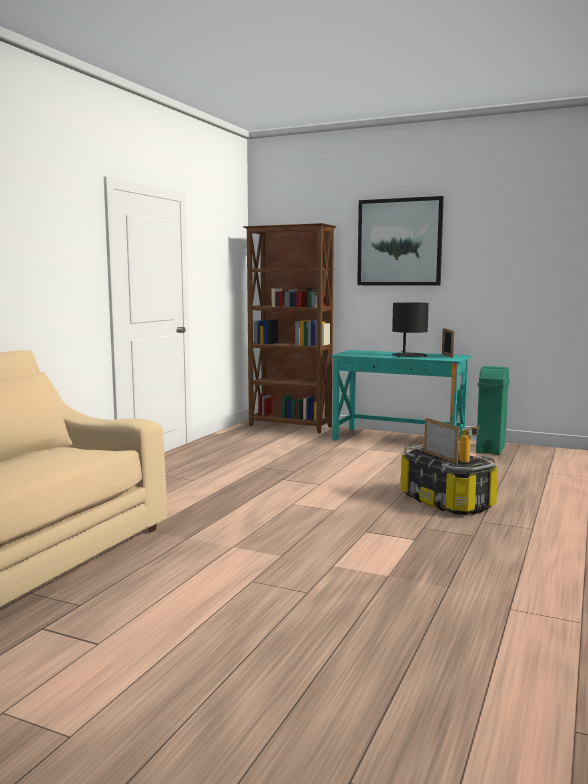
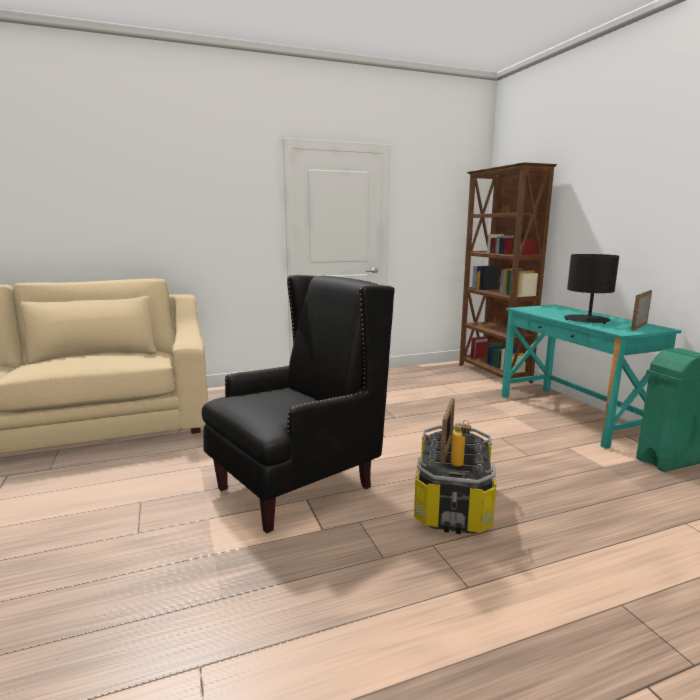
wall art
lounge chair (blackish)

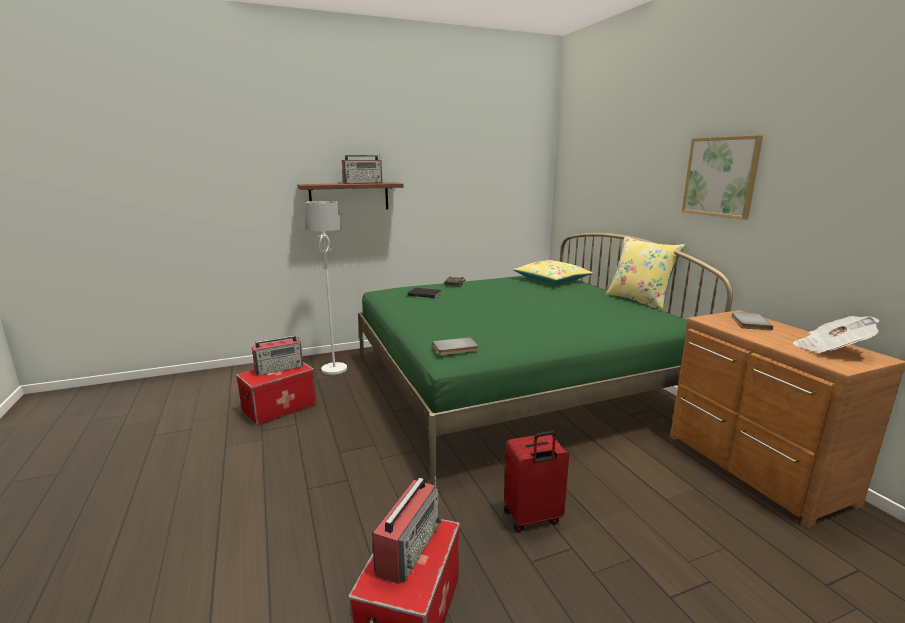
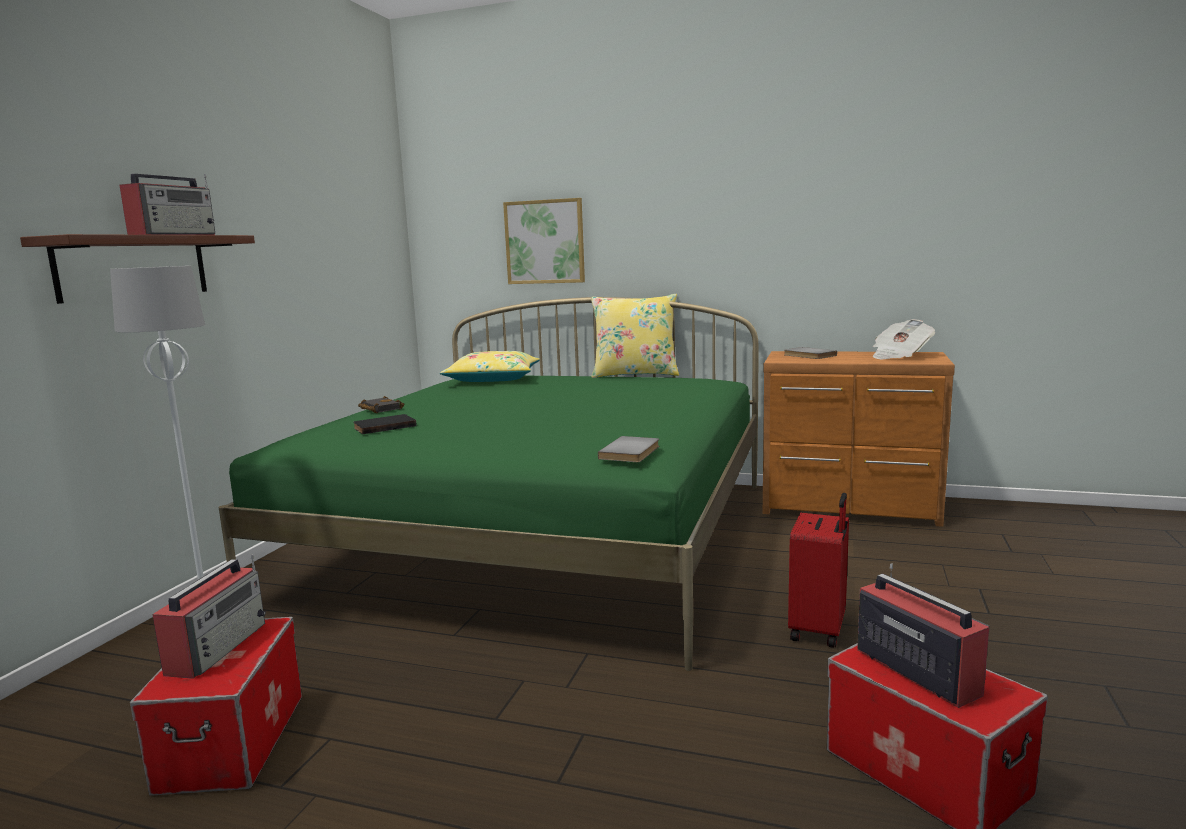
wall art

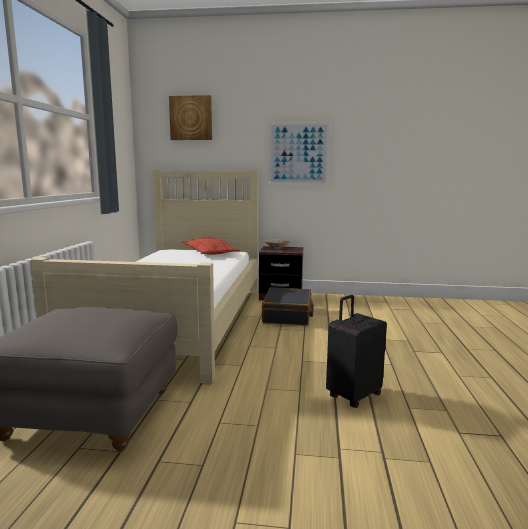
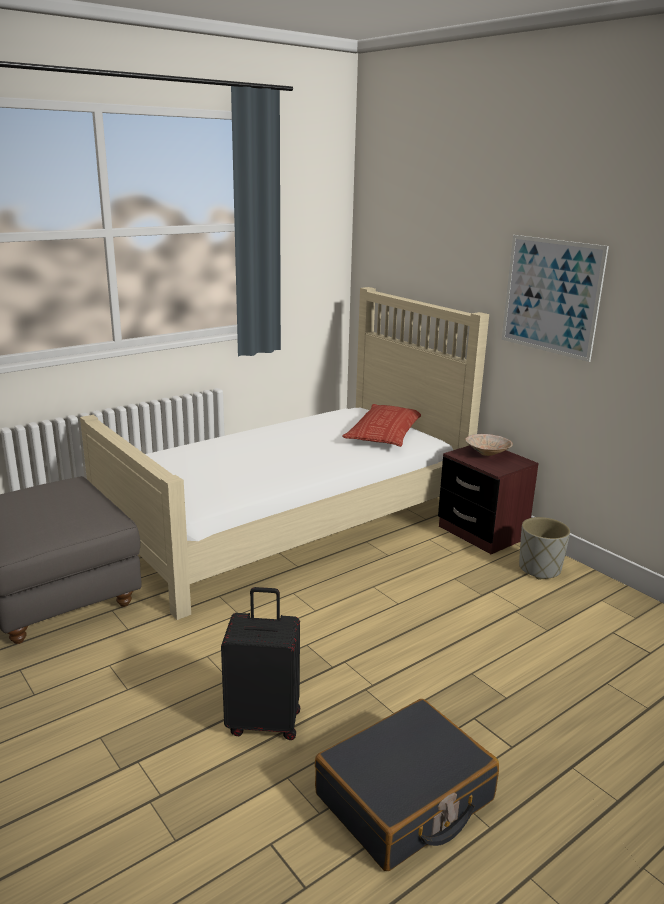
wall art (1st from left in the first image)
travel case (blackish) (2nd from left)
flower pot (grey)

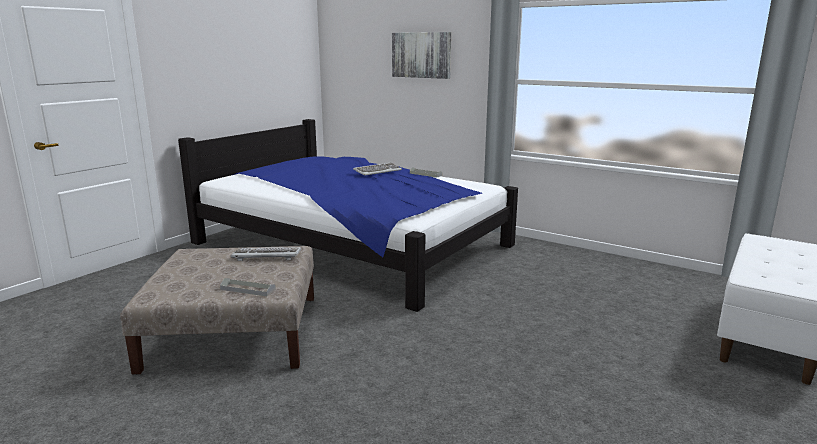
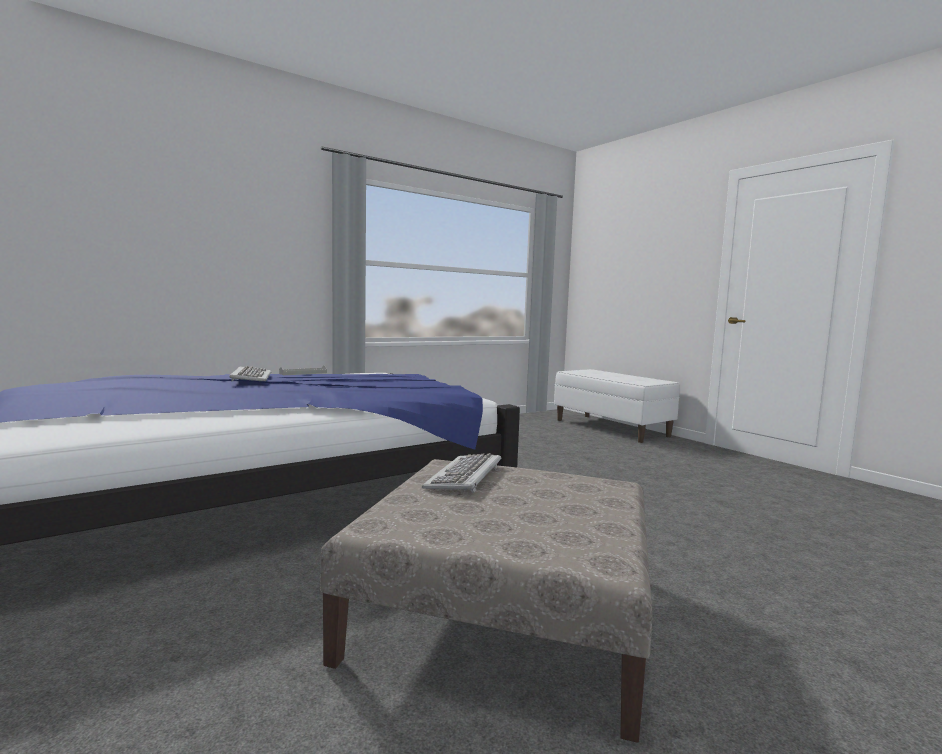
serving tray (grey) (1st from left in the first image)
wall art

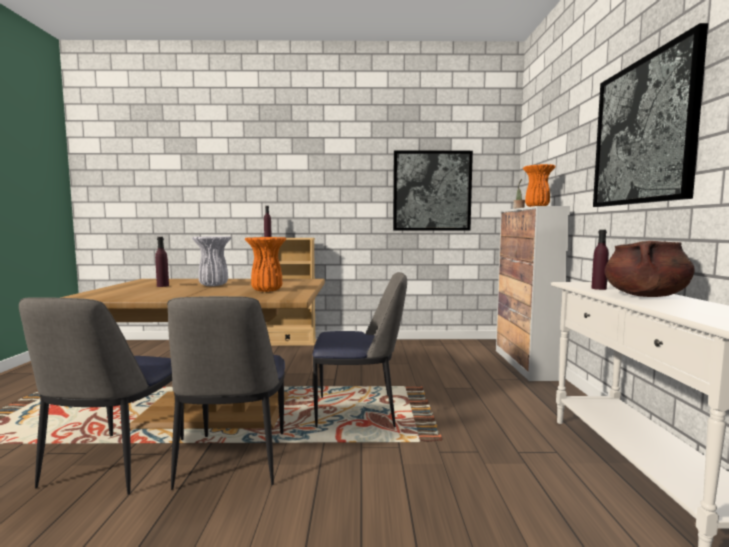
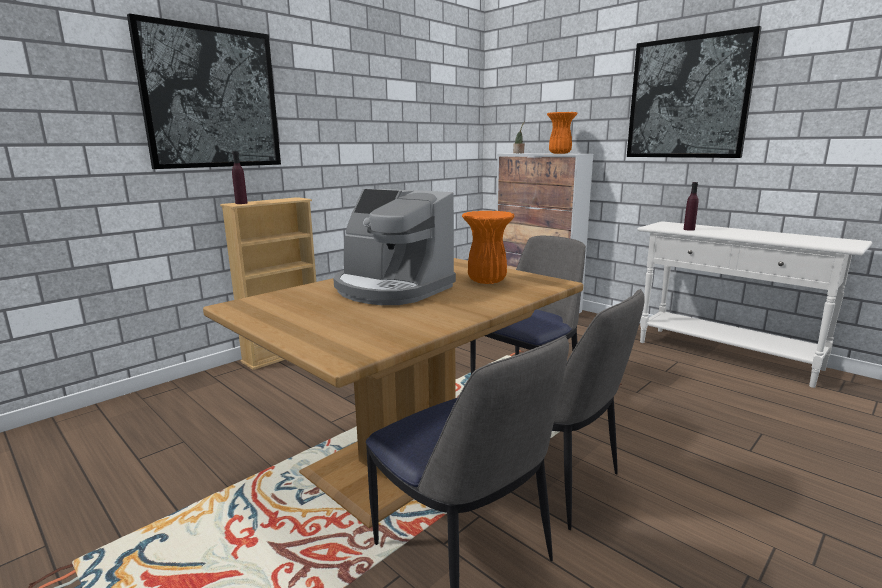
bottle (purple-coloured) (1st from left in the first image)
coffee machine
wall art (1st from left)
saucepot (brown-coloured)

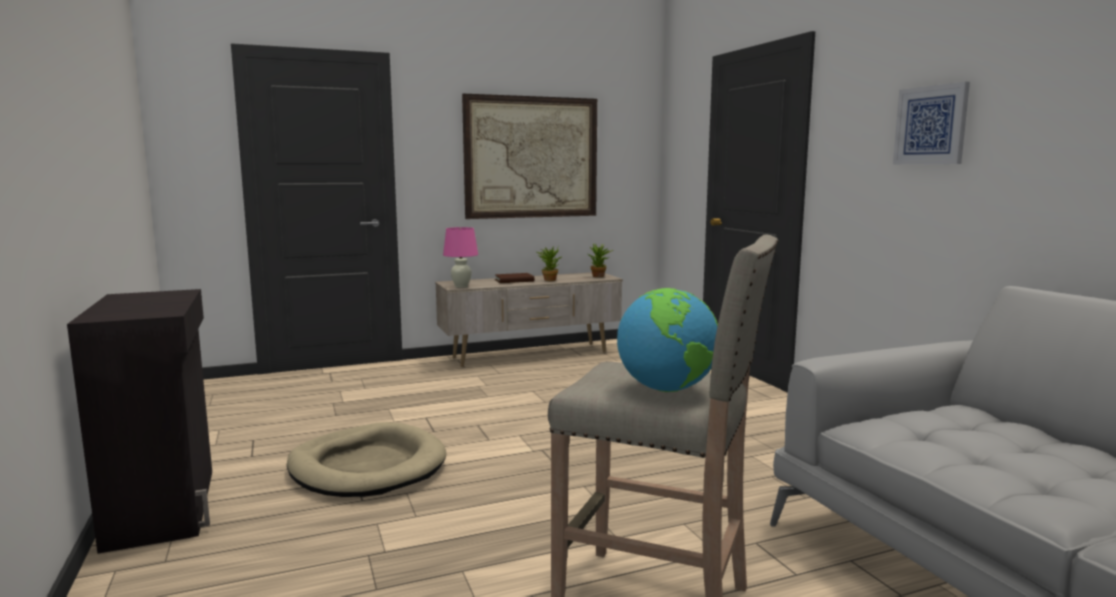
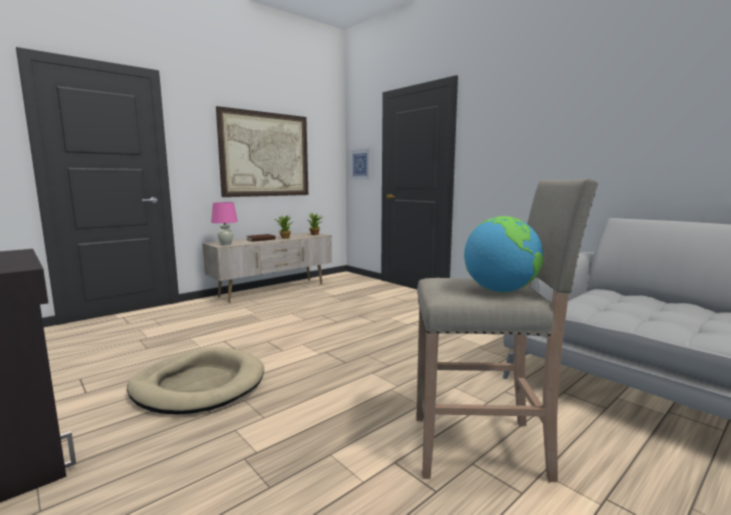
wall art (2nd from left)

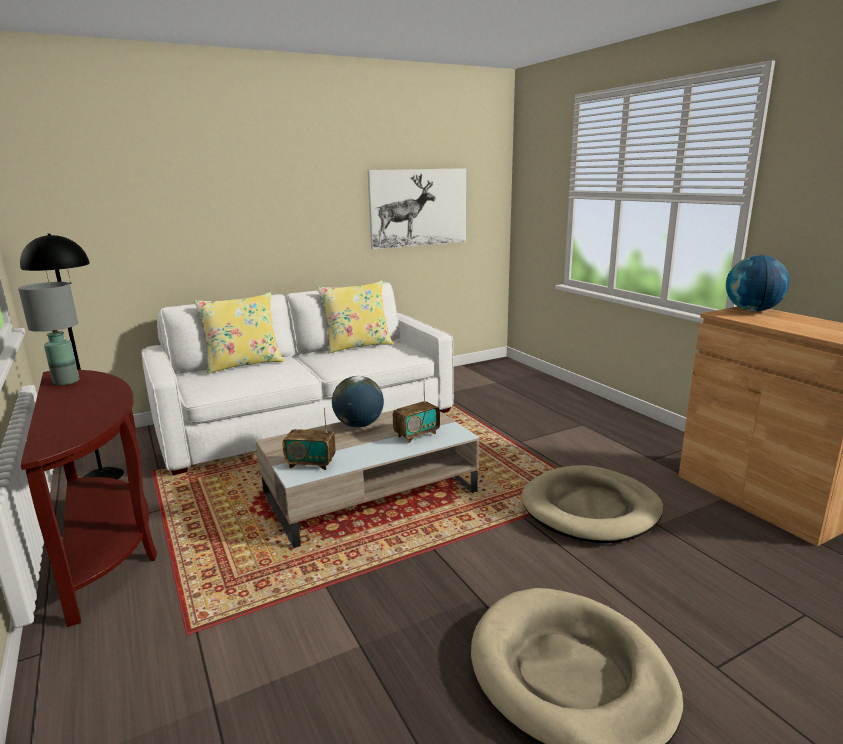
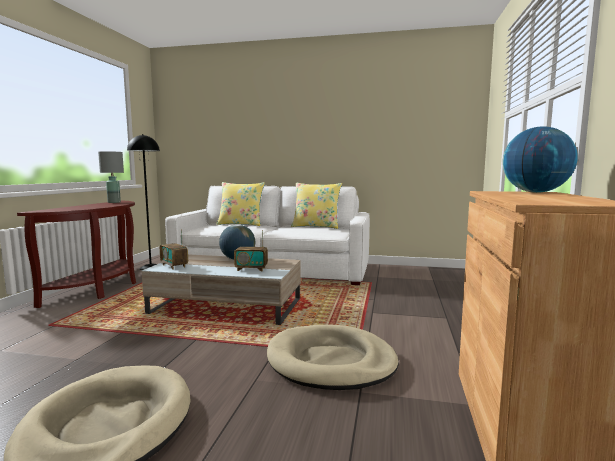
wall art

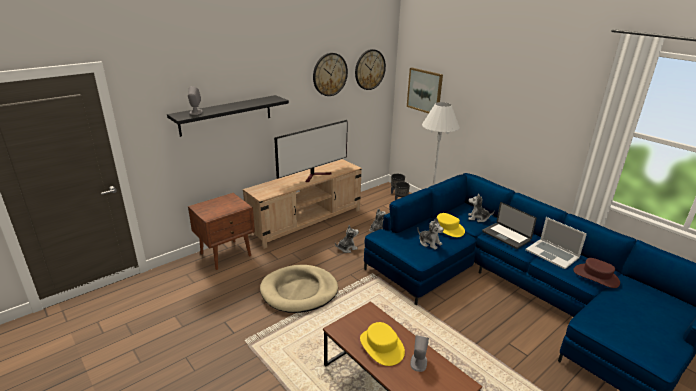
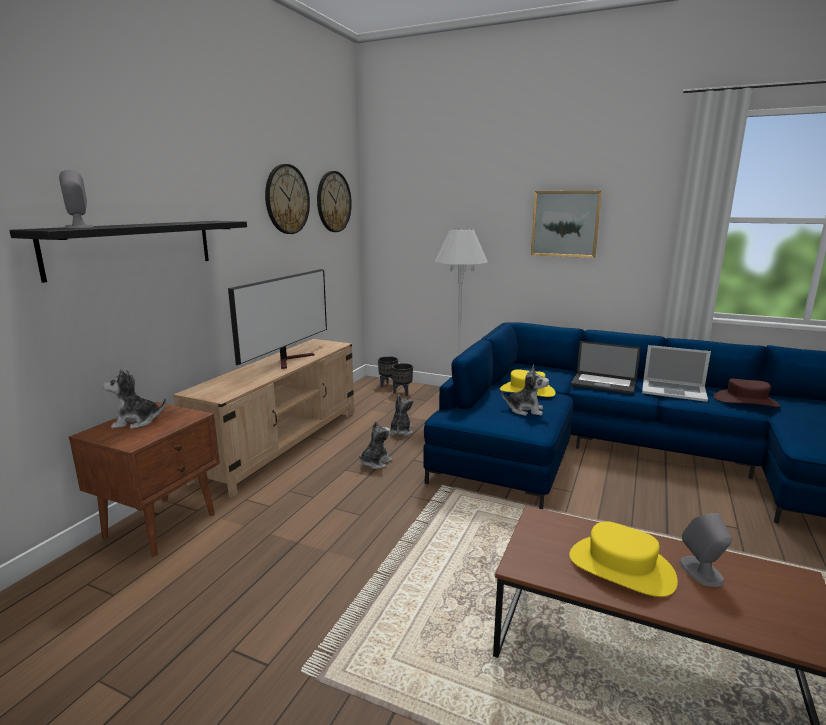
pet bed (beige-coloured)
wall art
cuddly toy (1st from left)

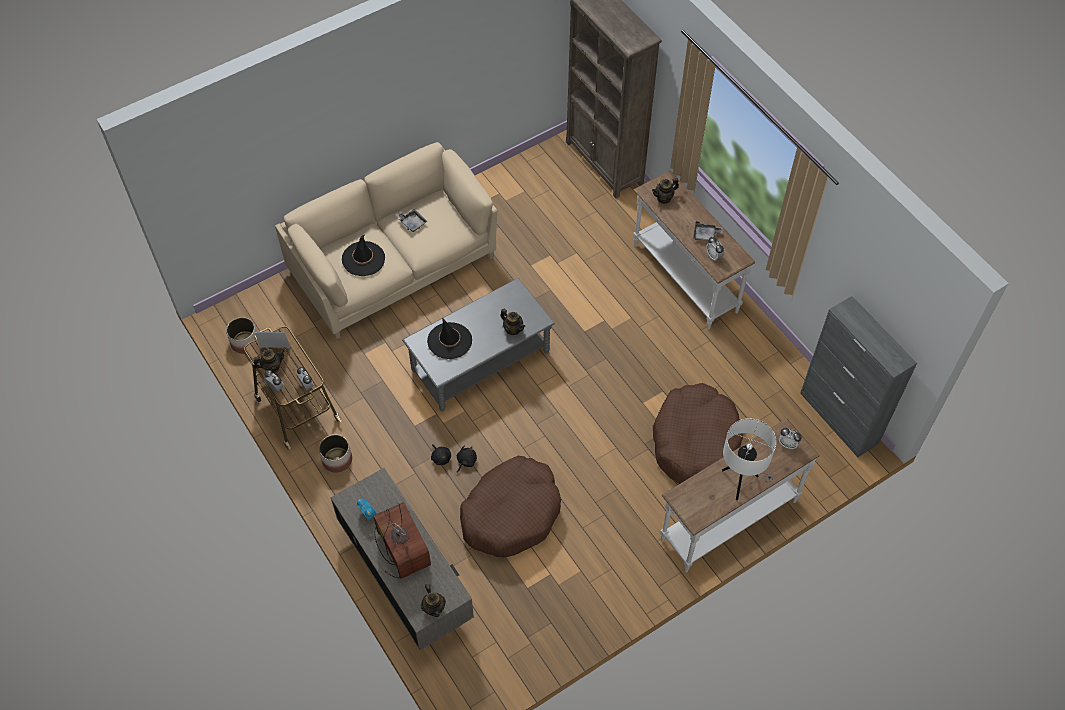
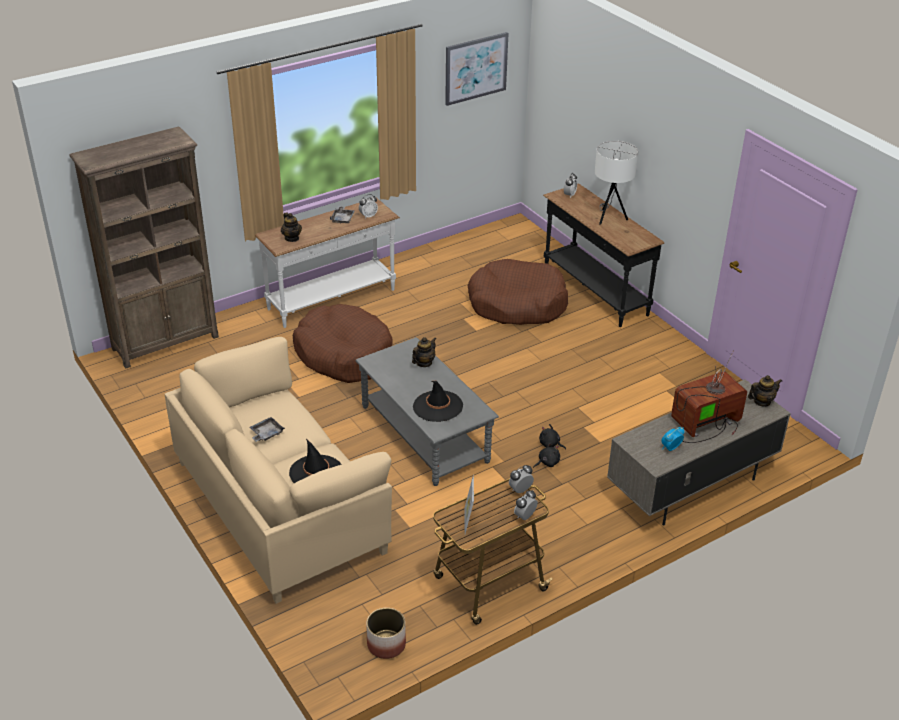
teapot (1st from left in the first image)
flower pot (2nd from left in the first image)
pet bed (brown-coloured) (1st from left)
narrow table (blackish)
storage cabinet (grey)
wall art

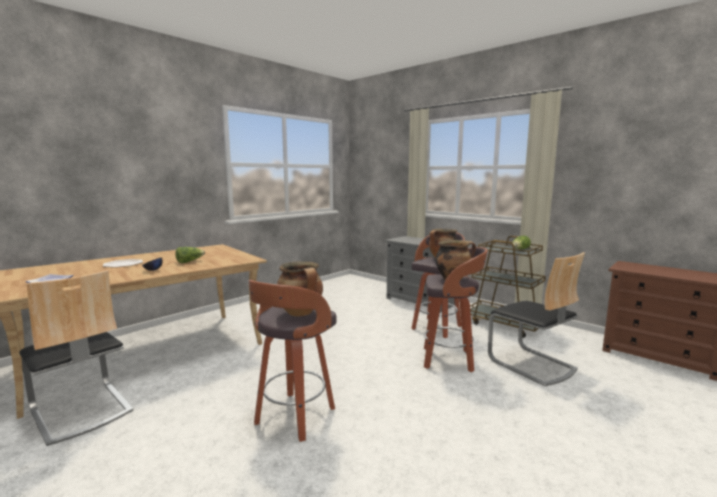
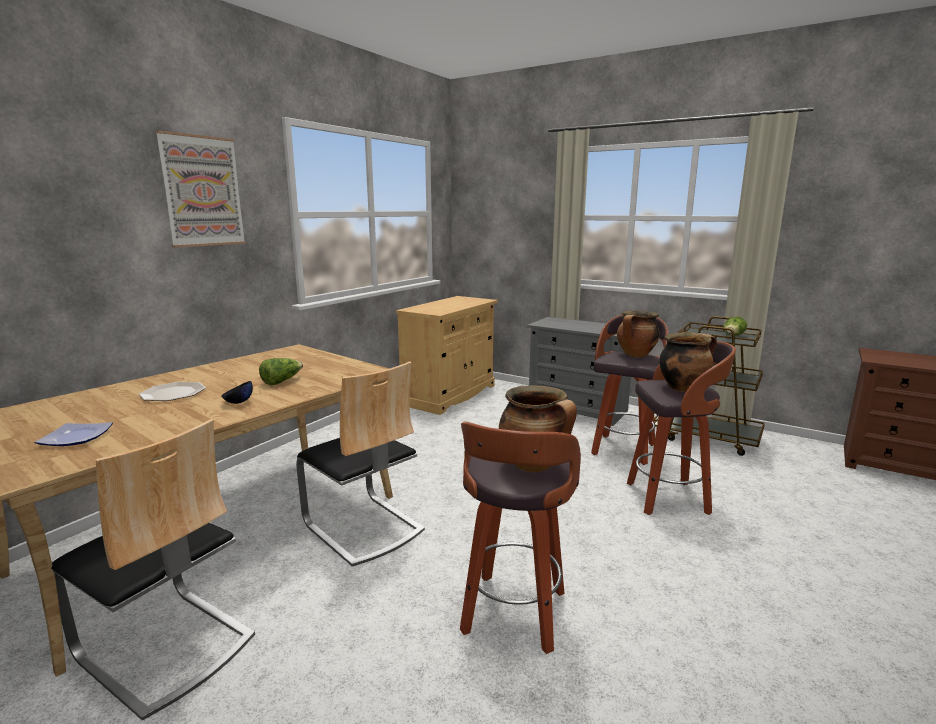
plain chair (2nd from left)
wall art
storage cabinet (beige-coloured)

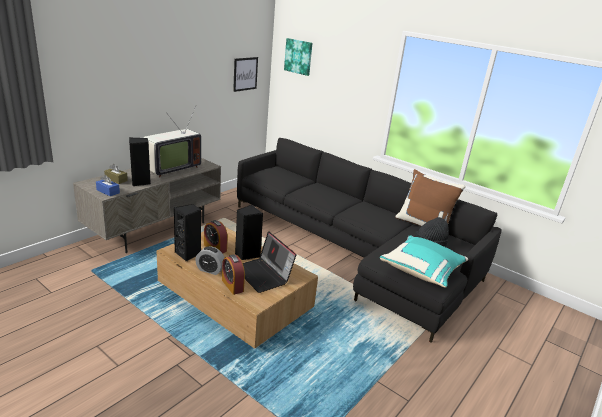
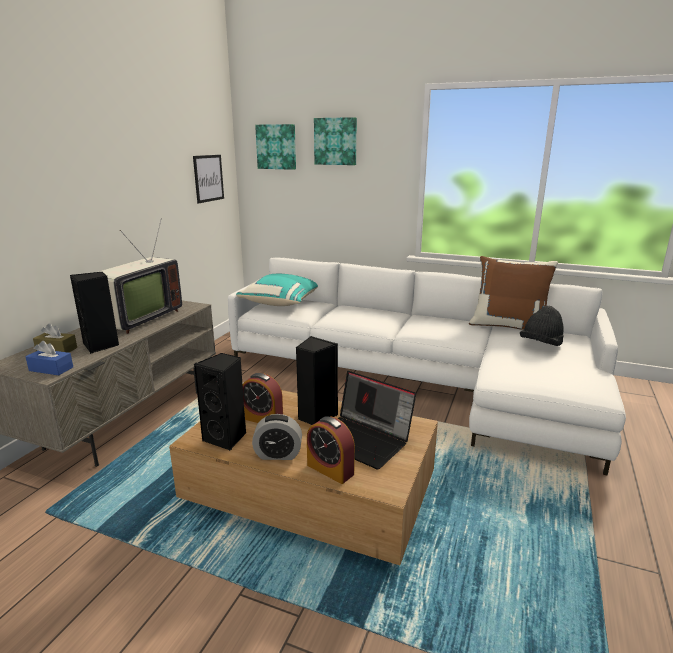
sofa (white)
cushion (turquoise)
wall art (3rd from left)

